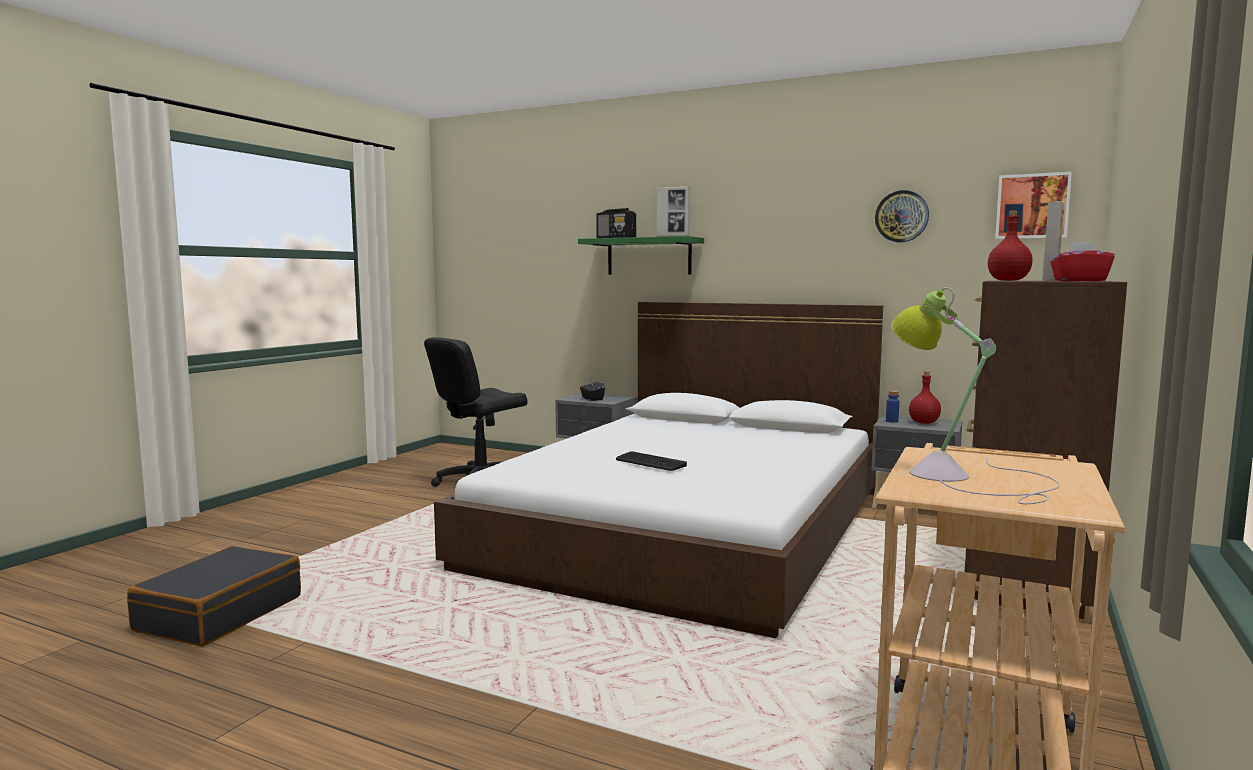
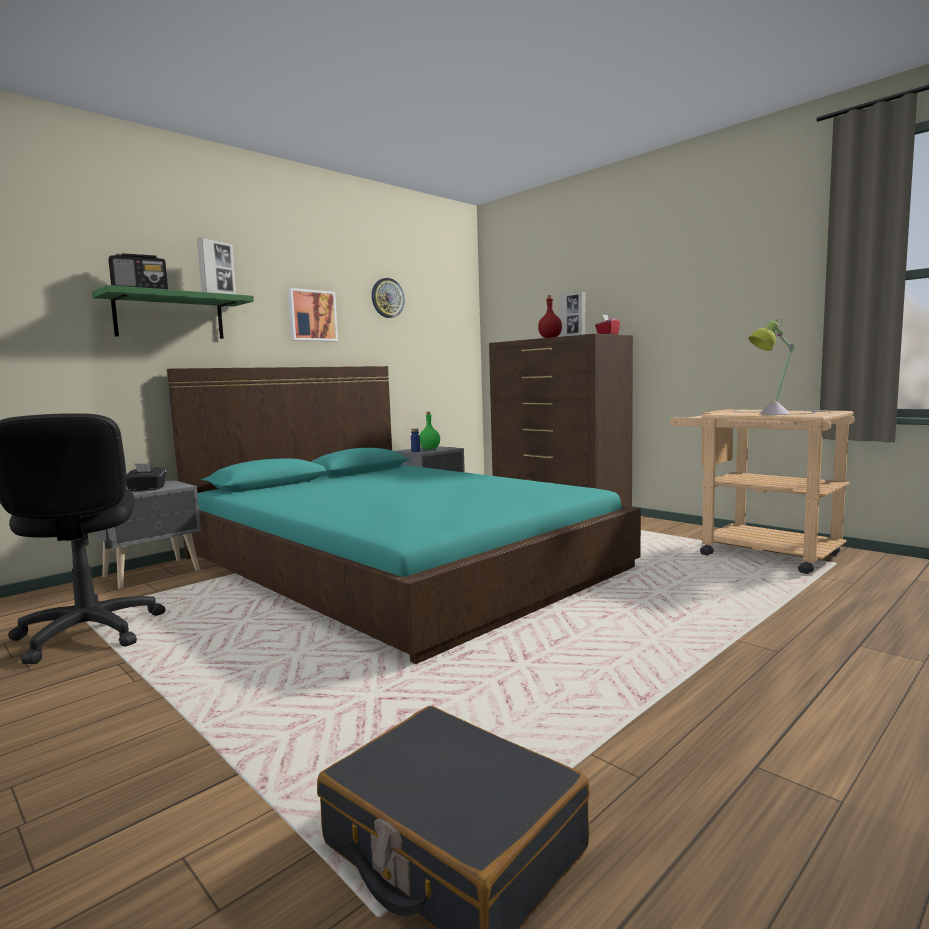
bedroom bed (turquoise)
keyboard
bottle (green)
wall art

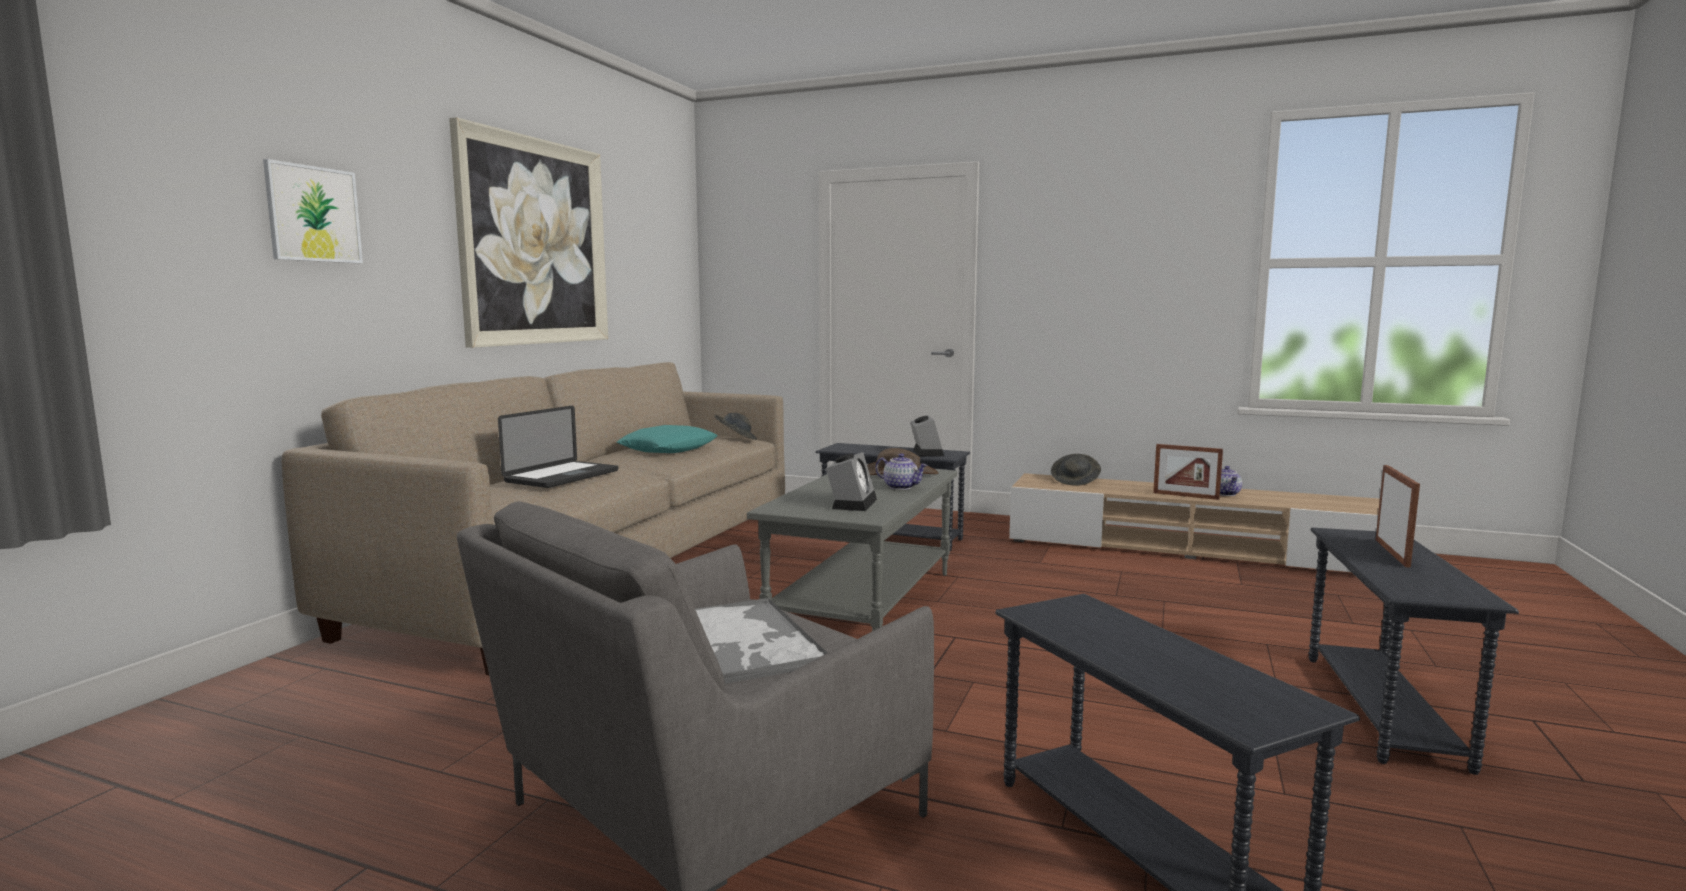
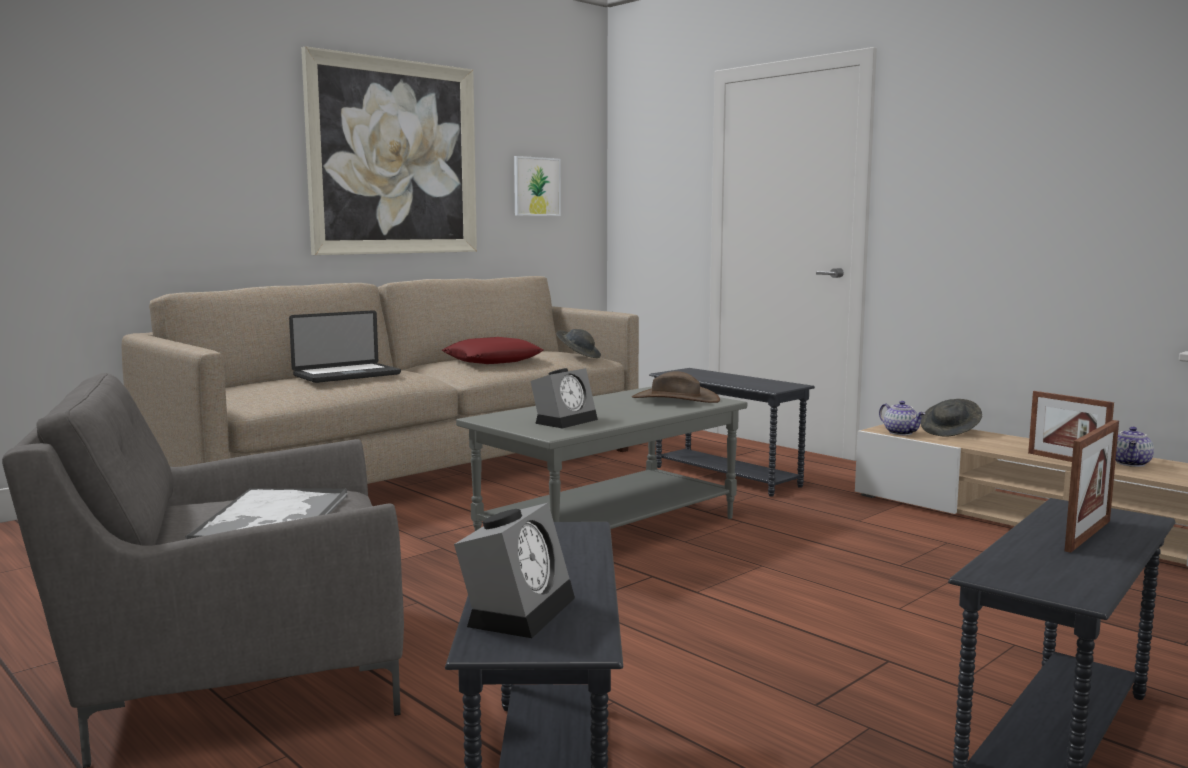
wall art (2nd from left)
cushion (red)
teapot (1st from left)
table clock (1st from left)

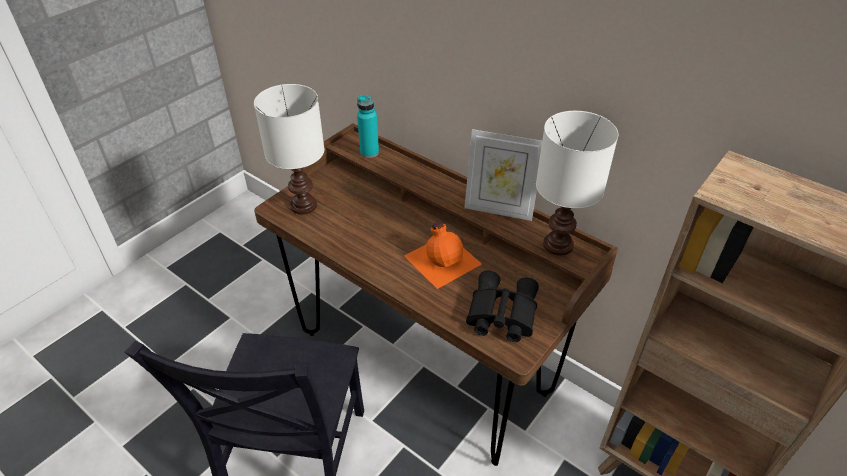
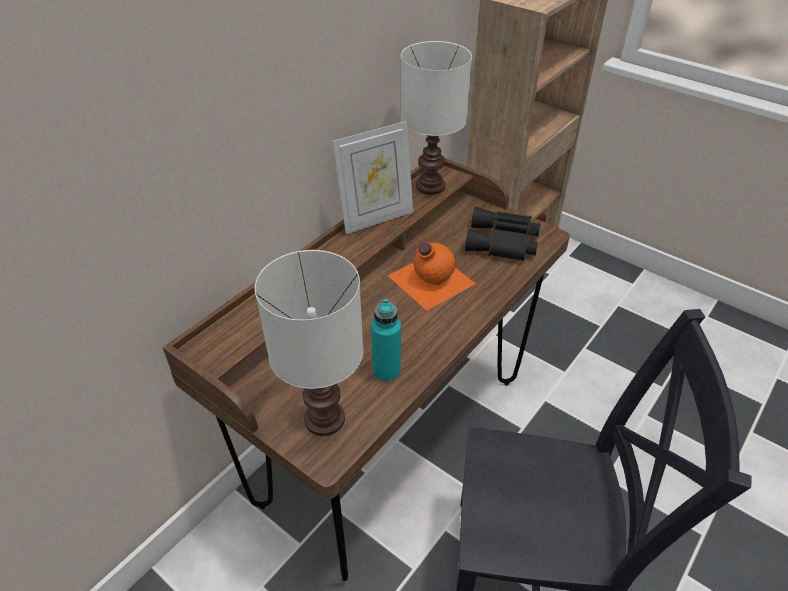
bottle (turquoise)
standing frame

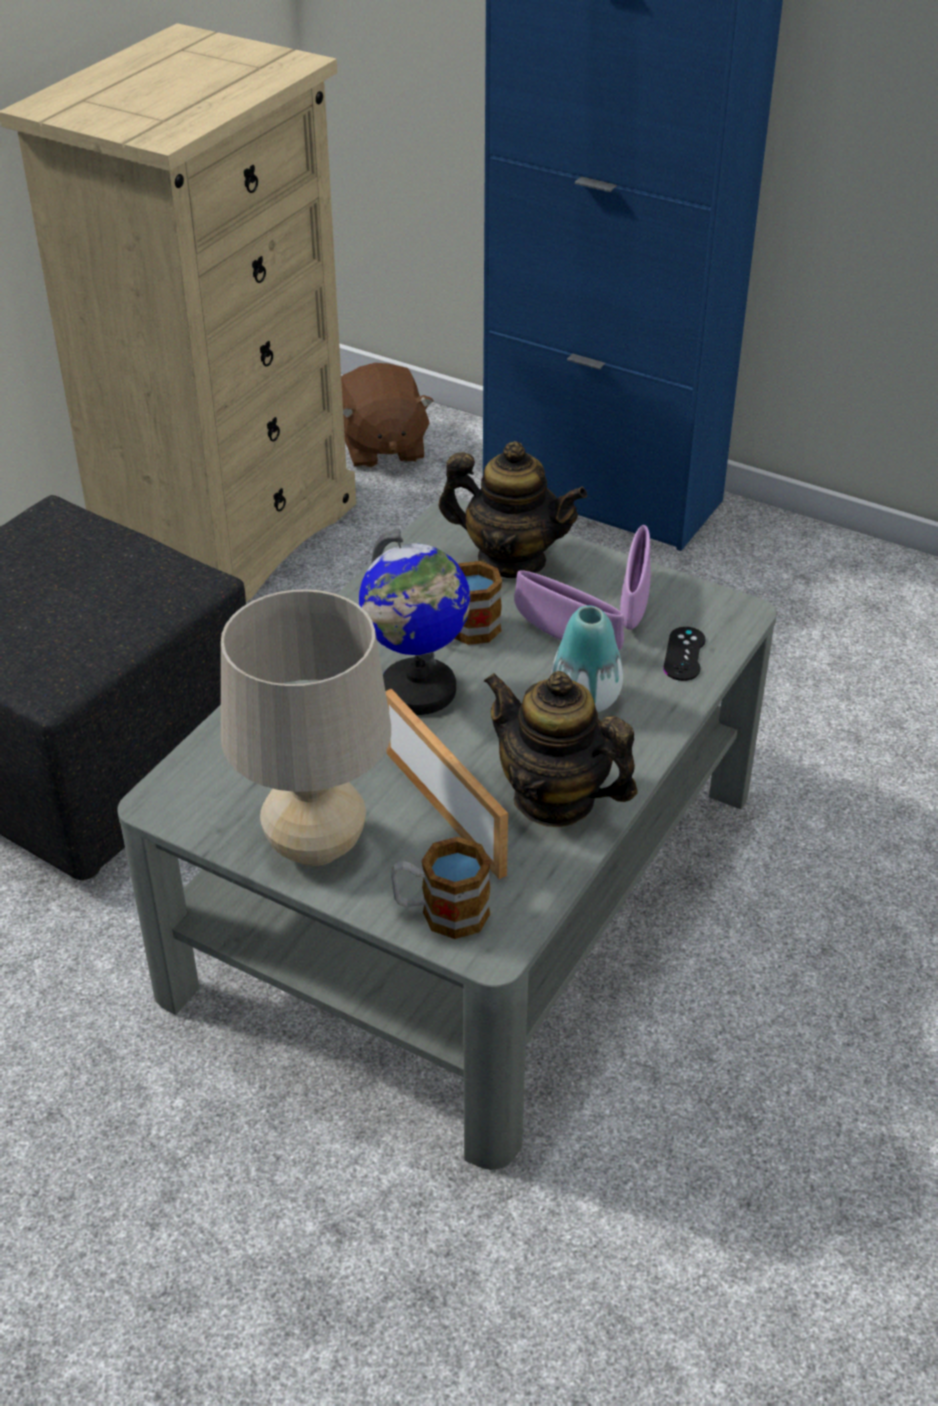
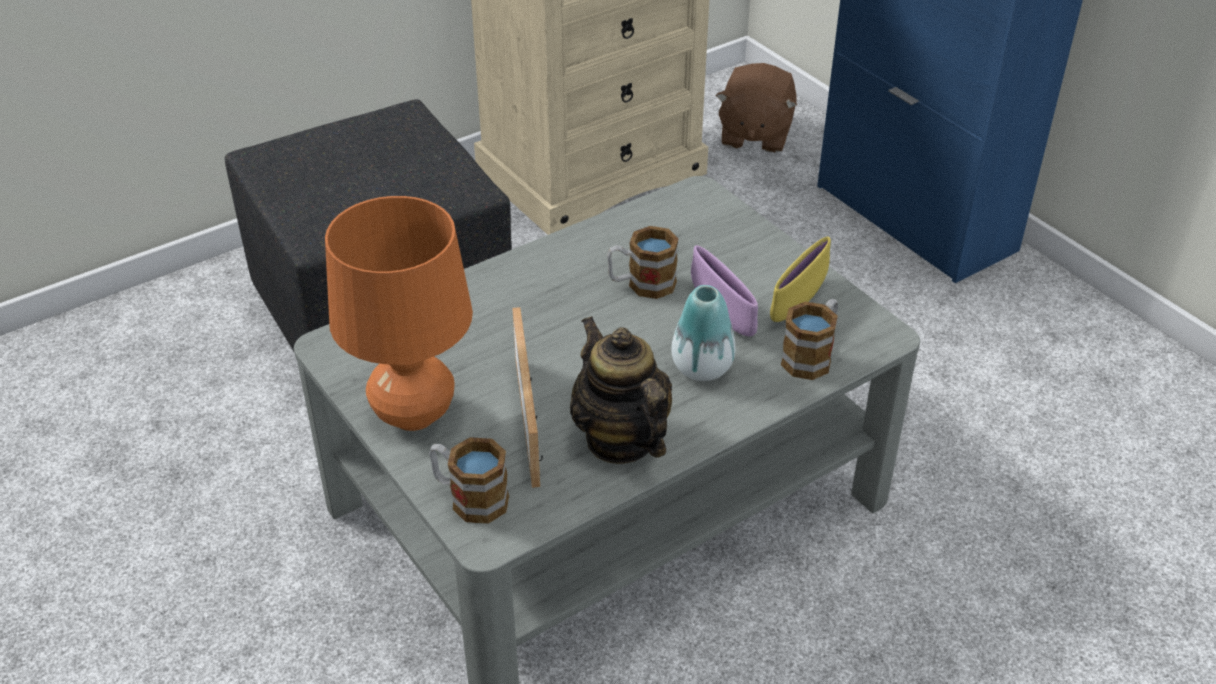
table lamp (orange)
globe
teapot (1st from left in the first image)
serving bowl (yellow)
coffee mug (3rd from left)

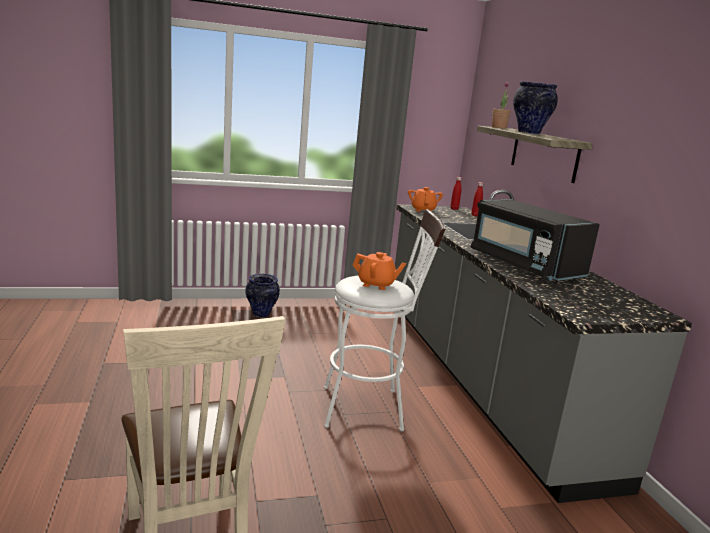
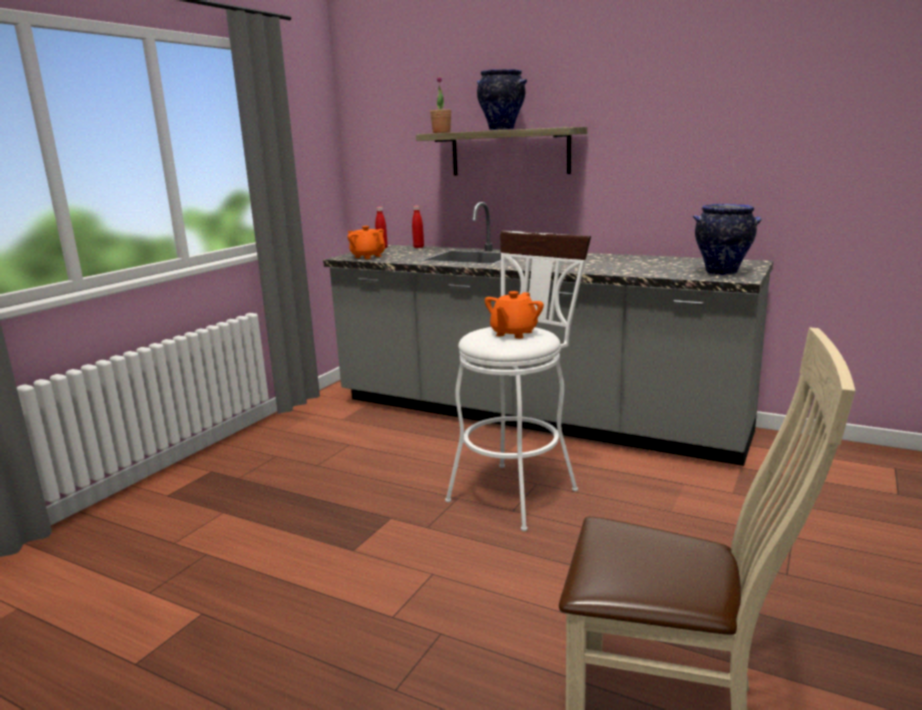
vase (2nd from left)
teapot (orange) (2nd from left)
microwave (blackish)

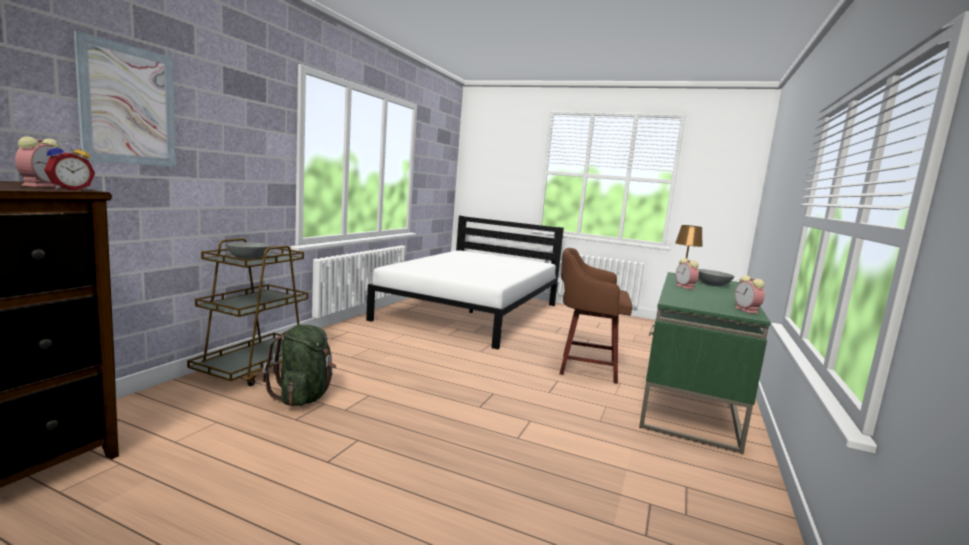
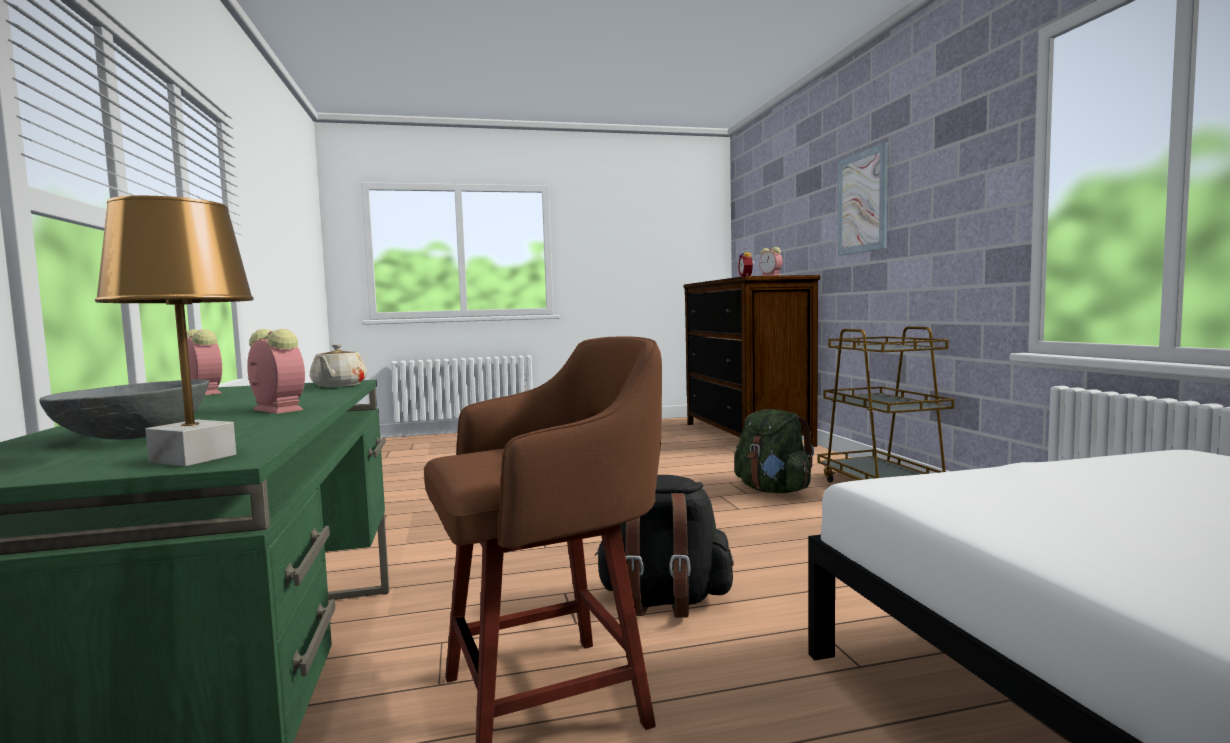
serving bowl (grey) (1st from left in the first image)
teapot (beige-coloured)
backpack (blackish)

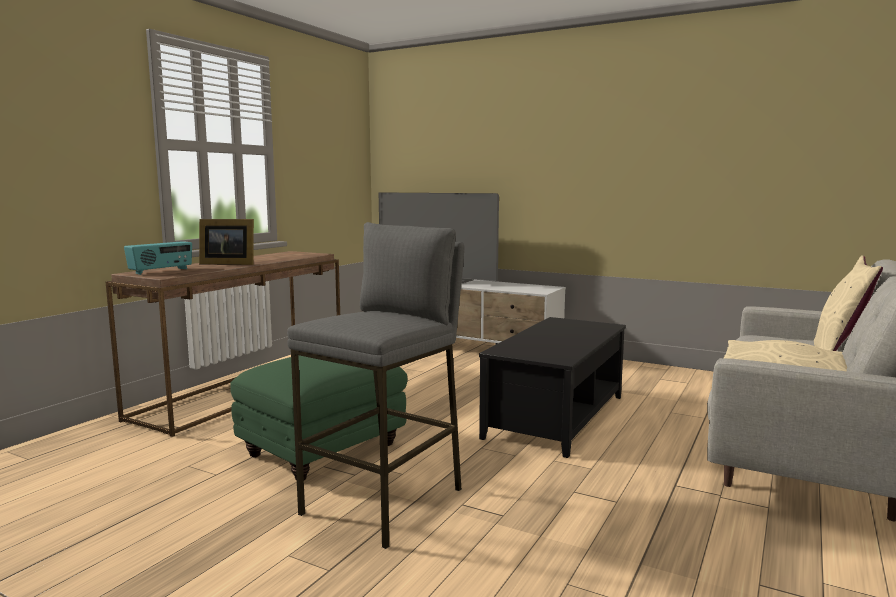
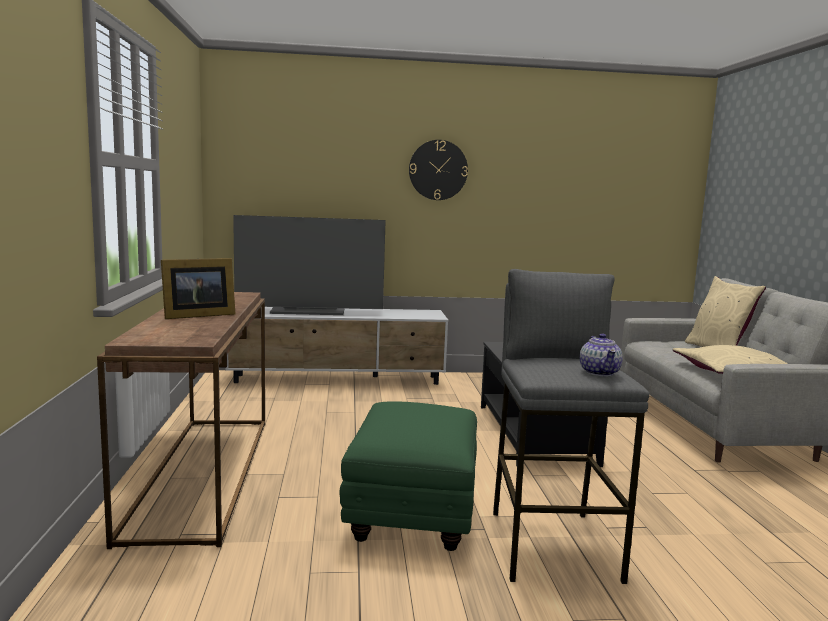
radio set
wall clock
teapot

